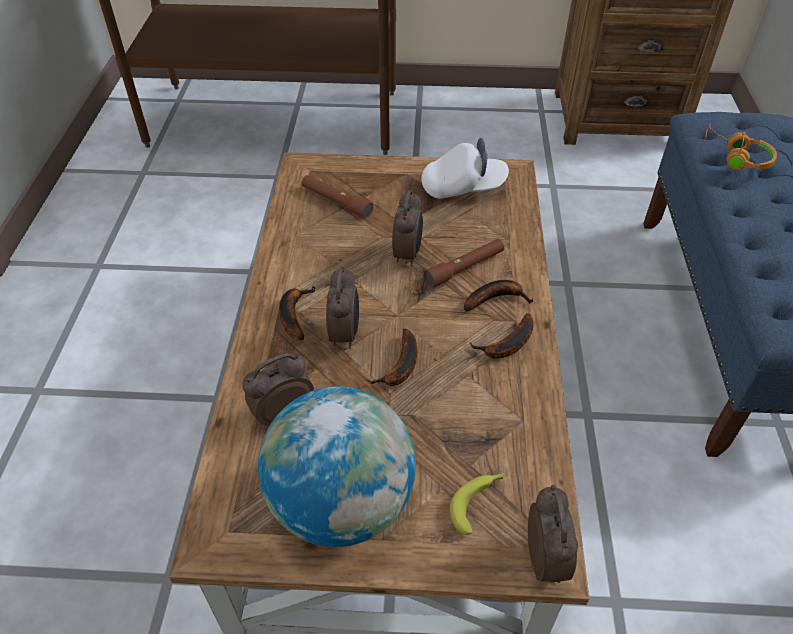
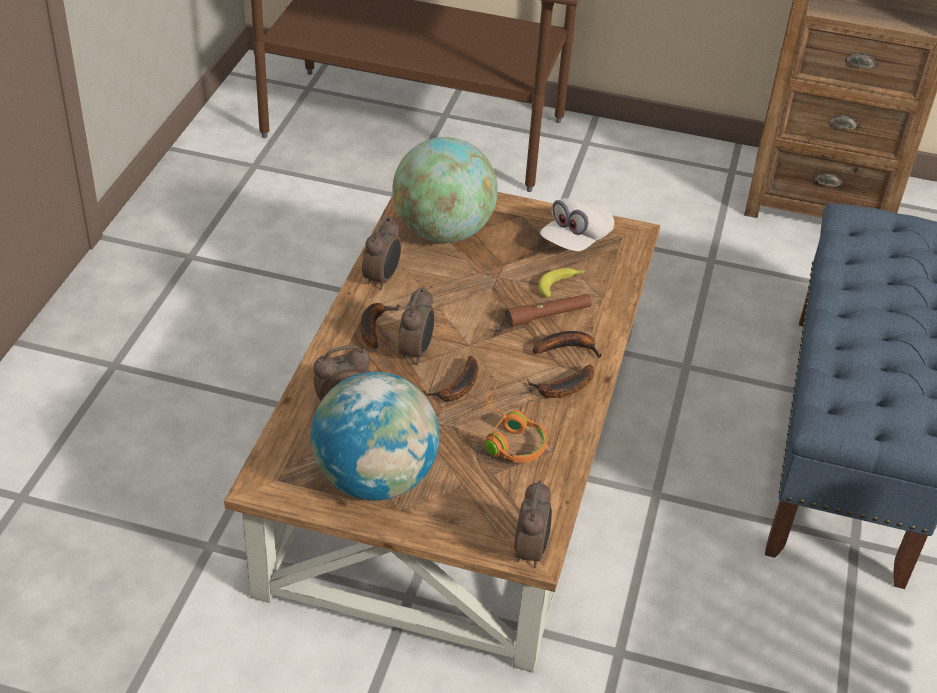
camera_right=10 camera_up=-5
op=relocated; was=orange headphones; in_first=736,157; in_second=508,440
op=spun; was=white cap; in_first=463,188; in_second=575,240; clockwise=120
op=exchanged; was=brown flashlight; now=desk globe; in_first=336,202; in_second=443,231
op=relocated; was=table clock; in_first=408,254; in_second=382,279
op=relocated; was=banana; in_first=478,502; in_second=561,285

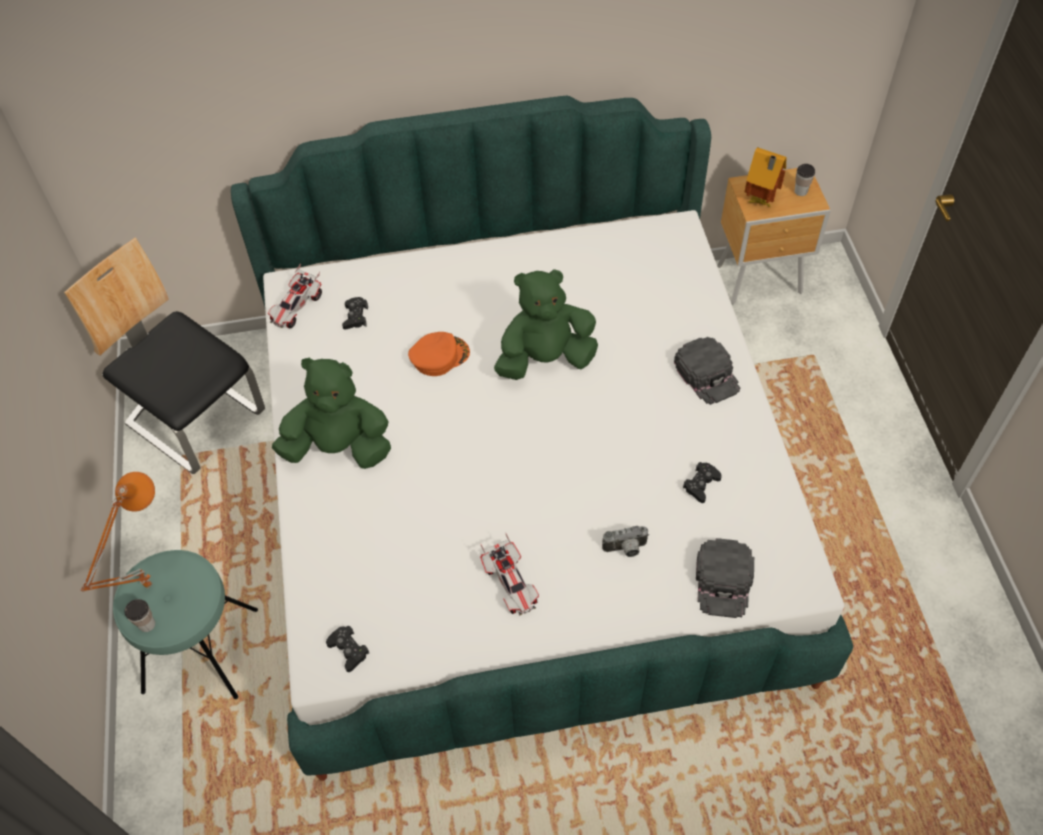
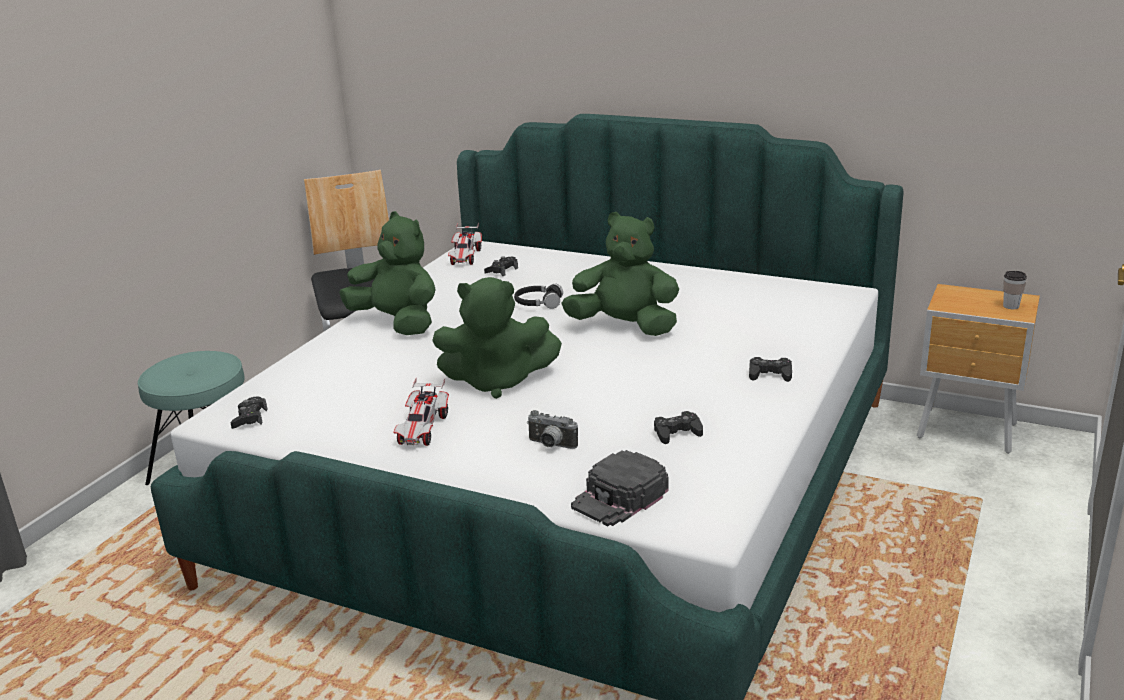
camera_right=35 camera_up=-30
op=missing; was=model house; in_first=760,201
op=spun; was=miniature car; in_first=297,308; in_second=465,257; clockwise=-60
op=exchanged; was=orange cap; now=black headphones; in_first=439,356; in_second=538,303
op=exchanged; was=black cap; now=black gamepad; in_first=707,374; in_second=770,374
op=missing; was=orange tabletop lamp; in_first=148,584
op=missing; was=small cup; in_first=147,624
op=appeared; now=green-coloured soft toy; in_second=497,381

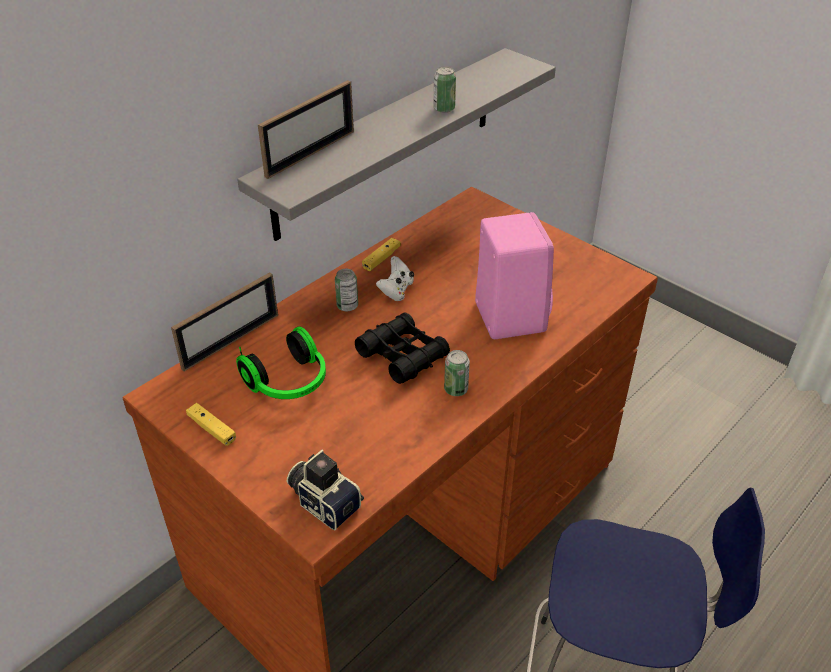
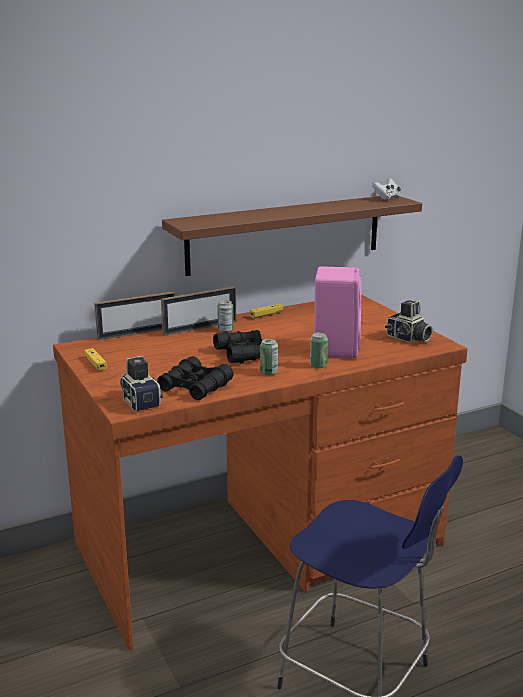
camera_right=20 camera_up=-20
op=colour; was=grey bracket shelf; now=brown bracket shelf; in_first=387,142; in_second=285,234
op=relocated; was=can; in_first=444,109; in_second=318,365
op=relocated; was=standing frame; in_first=310,153; in_second=200,328
op=relocated; was=white gamepad; in_first=396,290; in_second=386,198
op=missing; was=headphones; in_first=289,383
op=appeared; now=still camera; in_second=408,338
op=appeared; now=black binoculars; in_second=195,387

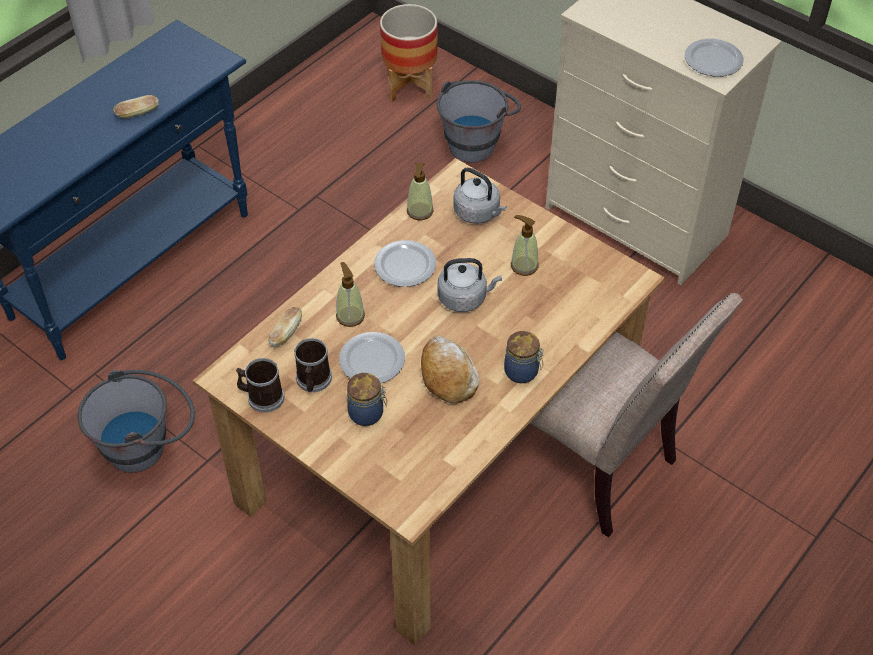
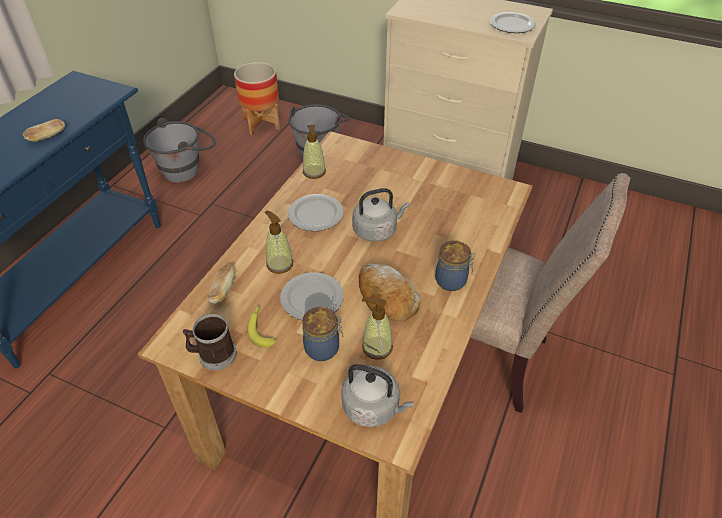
camera_right=-15 camera_up=-5
op=relocated; was=grey water kettle; in_first=478,213; in_second=373,407
op=relocated; was=soap dispenser; in_first=524,265; in_second=377,347
op=exchanged; was=tea mug; now=banana; in_first=313,381; in_second=261,329
op=relocated; was=grey pail; in_first=148,445; in_second=187,169

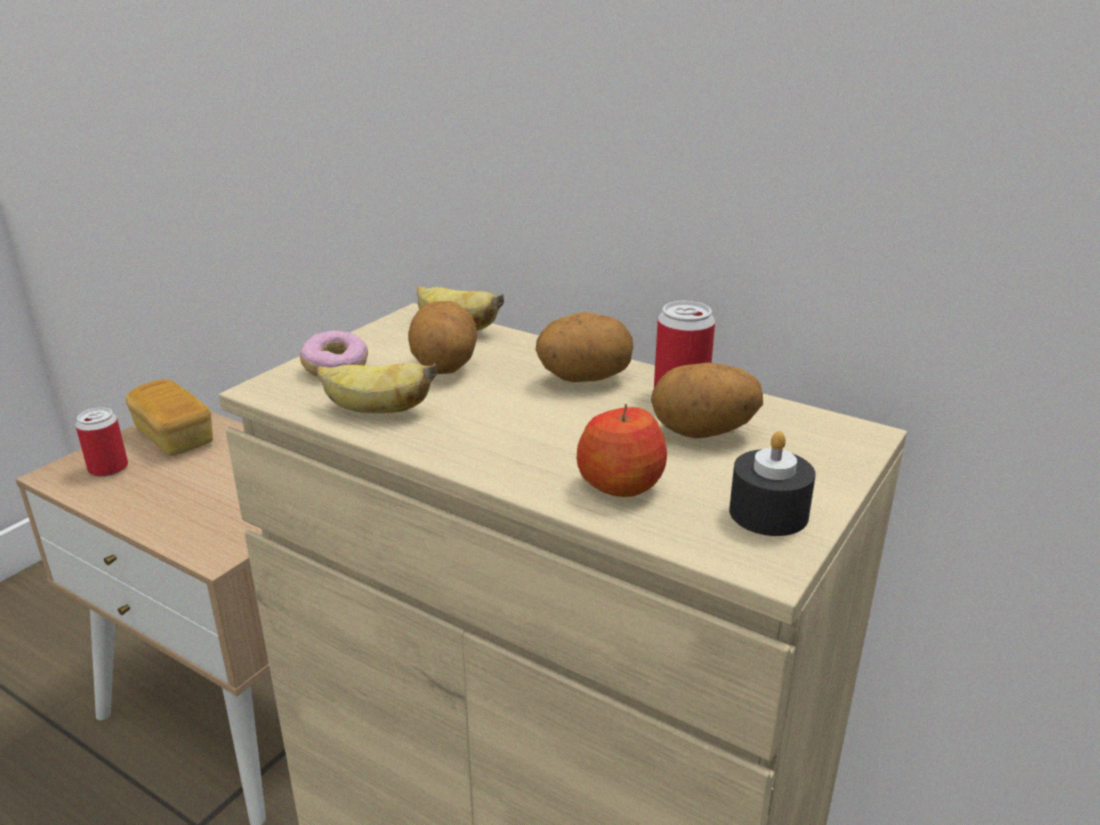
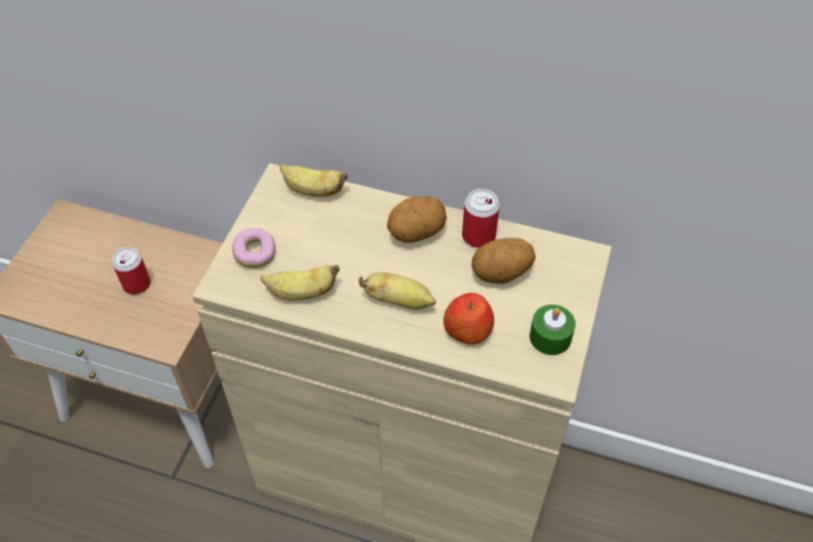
camera_right=-15 camera_up=25
op=missing; was=potato; in_first=444,366
op=missing; was=bread; in_first=174,437
op=relocated; was=can; in_first=108,468; in_second=137,284
op=colour; was=black wax light; now=green-coloured wax light; in_first=768,513; in_second=550,337
op=appeared; now=banana; in_second=399,301

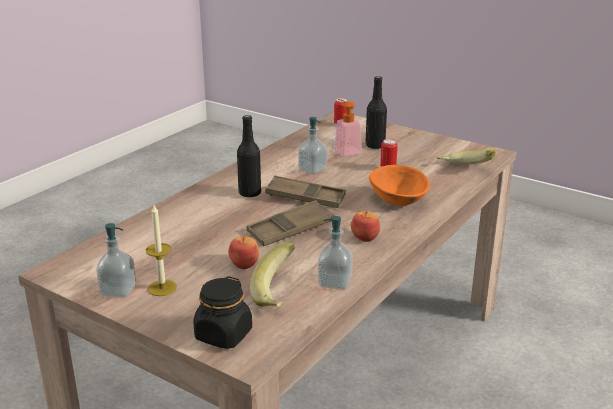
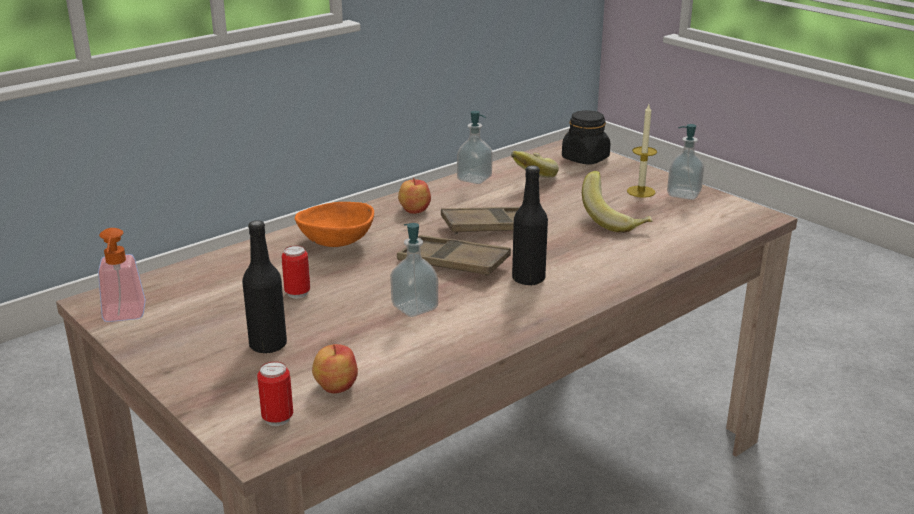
camera_right=-165 camera_up=0
op=relocated; was=soap dispenser; in_first=345,150; in_second=123,317
op=relocated; was=banana; in_first=464,170; in_second=615,221
op=relocated; was=apple; in_first=245,264; in_second=335,386

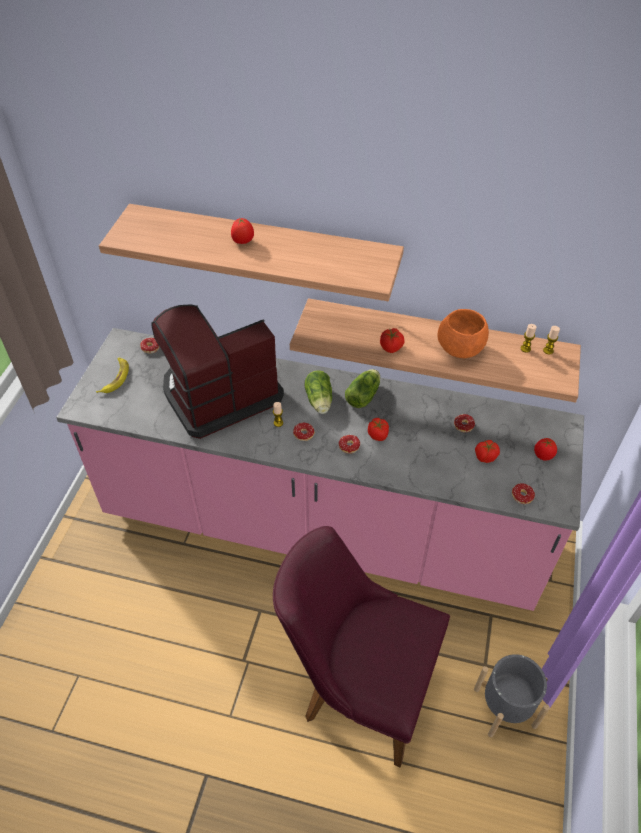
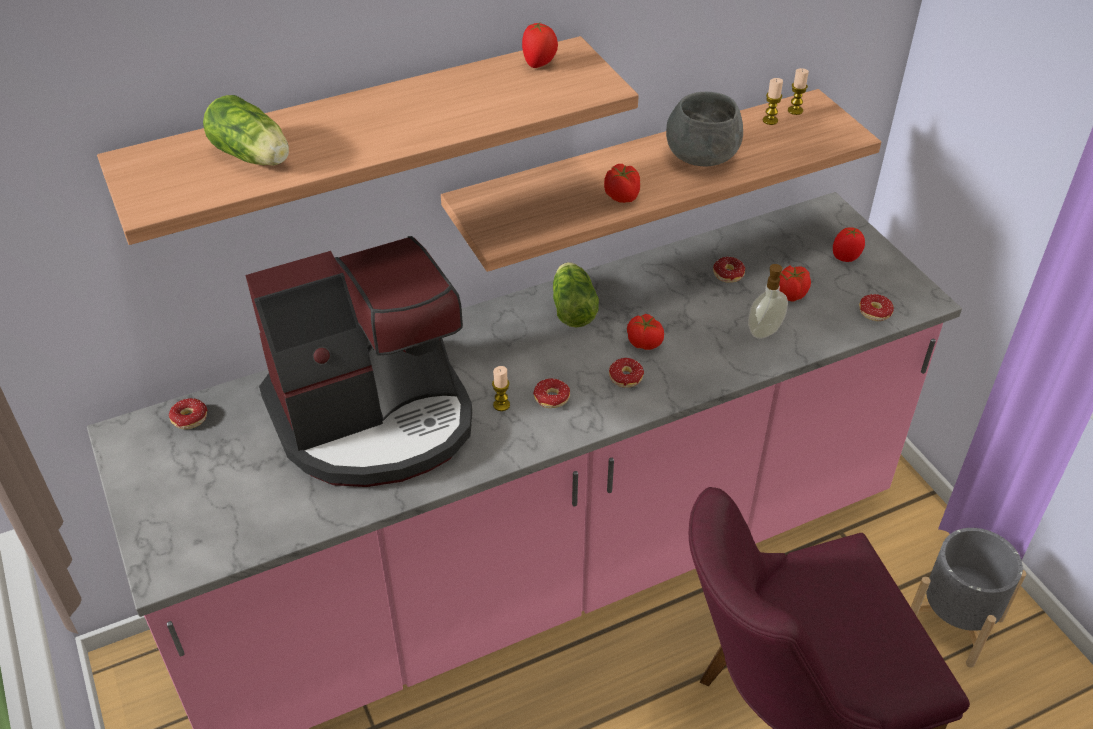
camera_right=-40 camera_up=-5
op=relocated; was=whole tomato; in_first=243,242; in_second=539,64
op=spun; was=coffee brewer; in_first=219,394; in_second=375,418; clockwise=-135
op=colour; was=orange bowl; now=grey bowl; in_first=460,349; in_second=702,157
op=missing; was=banana; in_first=115,378
op=relocated; was=lettuce head; in_first=319,401; in_second=254,157
op=appeared; now=soap dispenser; in_second=765,332

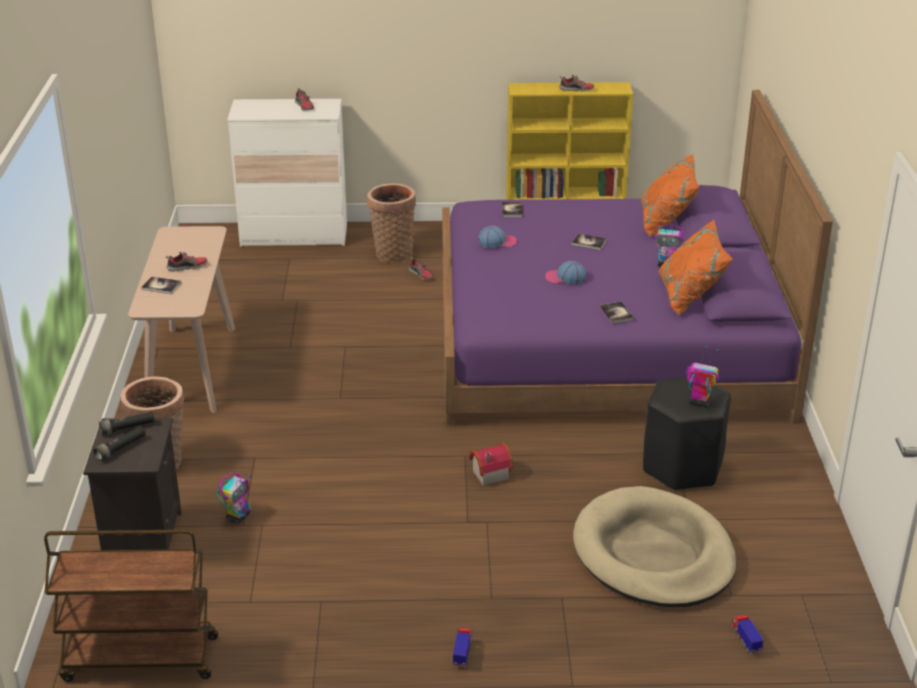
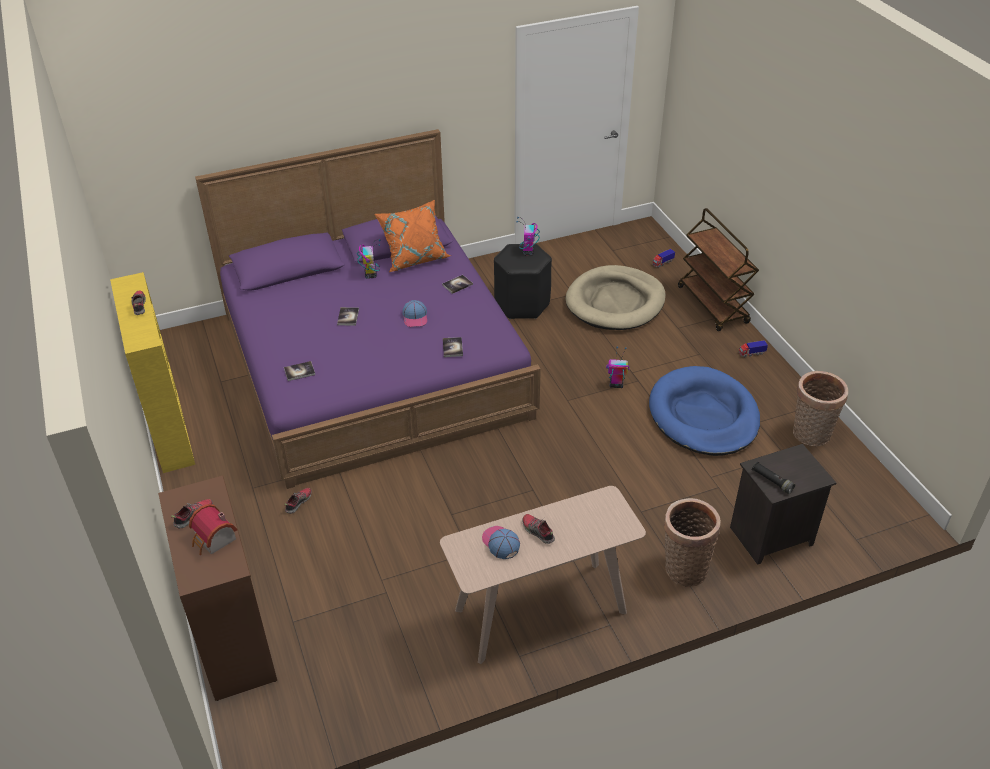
camera_right=-110 camera_up=10
op=colour; was=white chest of drawers; now=brown chest of drawers; in_first=294,235; in_second=234,639
op=missing; was=orange cushion; in_first=666,222
op=relocated; was=basket; in_first=392,253; in_second=810,435
op=relocated; was=cap; in_first=497,242; in_second=500,543
op=relocated; was=book; in_first=161,286; in_second=452,348
op=missing; was=black flashlight; in_first=121,449
op=relocated; was=model house; in_first=488,473; in_second=214,540
op=relocated; was=robot figure; in_first=238,517; in_second=615,385
op=relocated; was=brown cart; in_first=139,659; in_second=713,305
op=appeared; now=bluish dog cushion; in_second=703,415

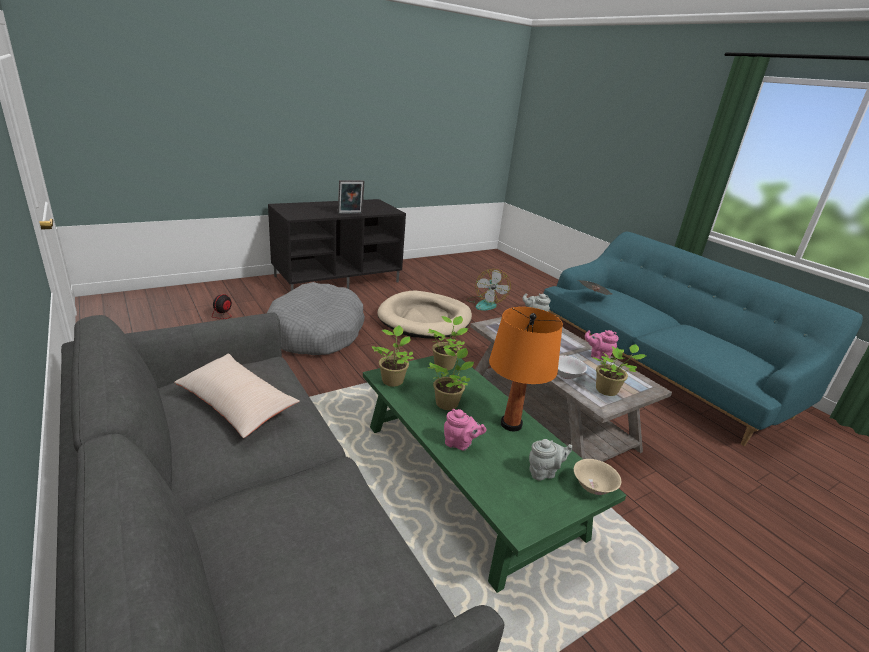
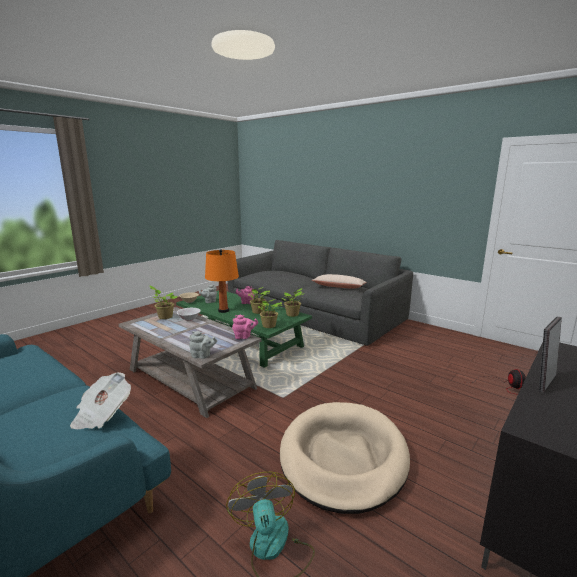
camera_right=165 camera_up=-10
op=missing; was=grey dog cushion; in_first=317,332
op=relocated; was=pinkish pot for tea; in_first=598,356; in_second=244,337

